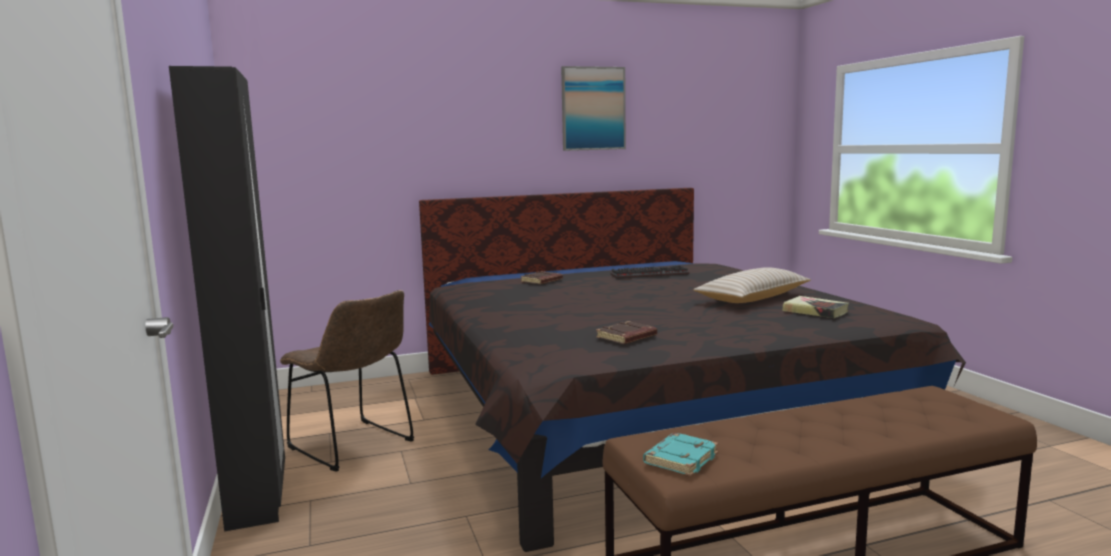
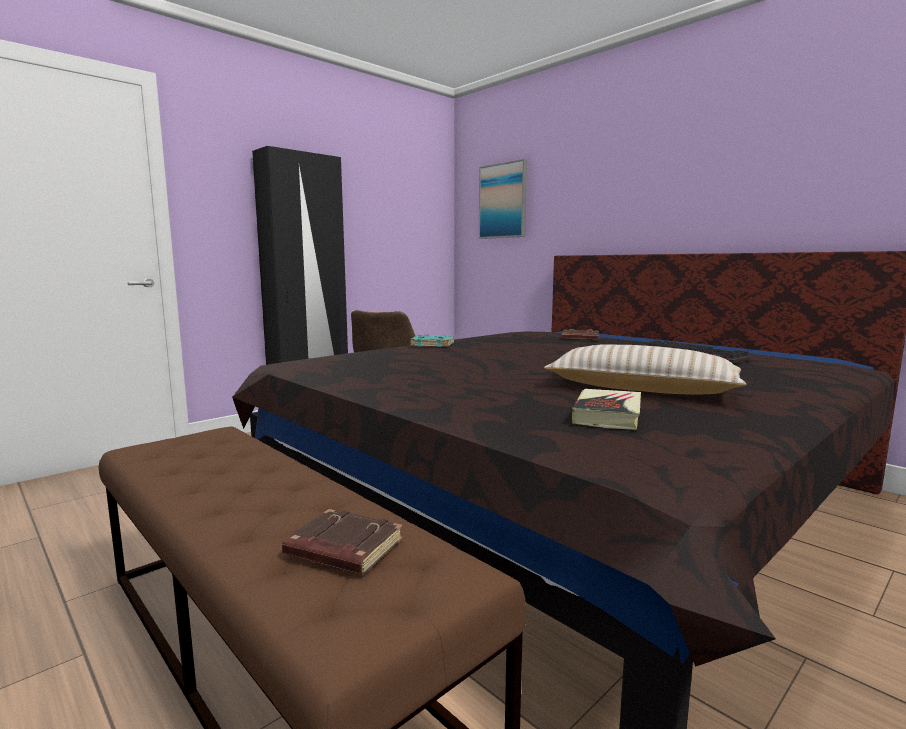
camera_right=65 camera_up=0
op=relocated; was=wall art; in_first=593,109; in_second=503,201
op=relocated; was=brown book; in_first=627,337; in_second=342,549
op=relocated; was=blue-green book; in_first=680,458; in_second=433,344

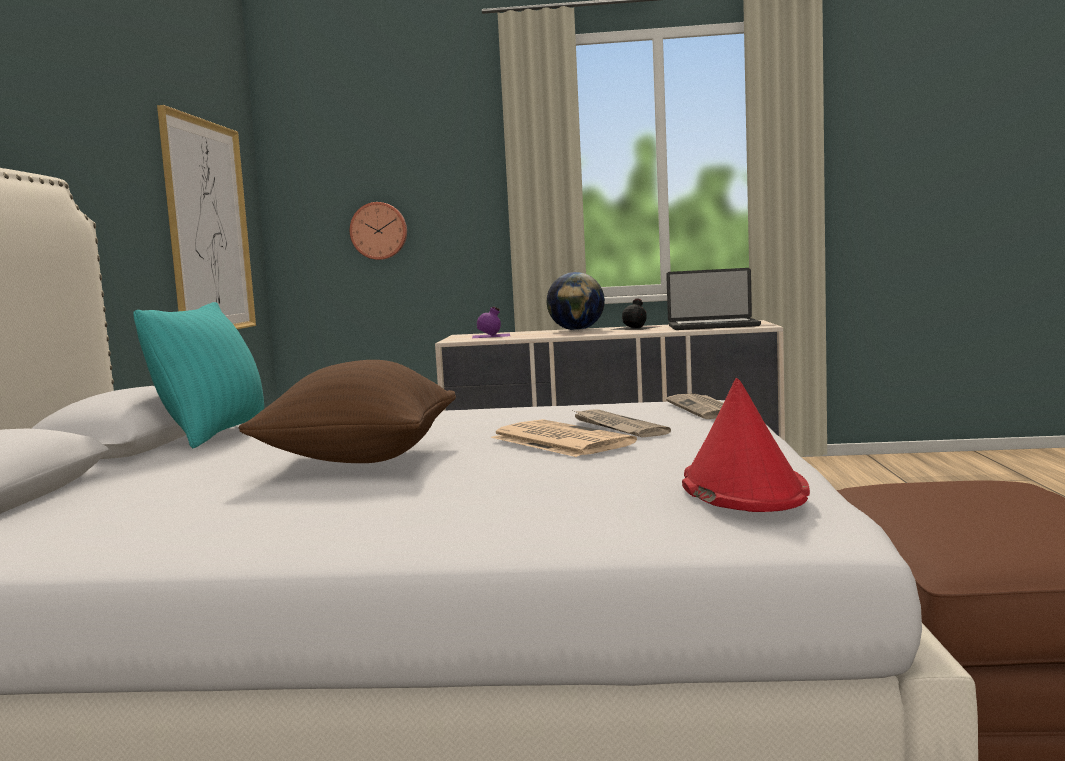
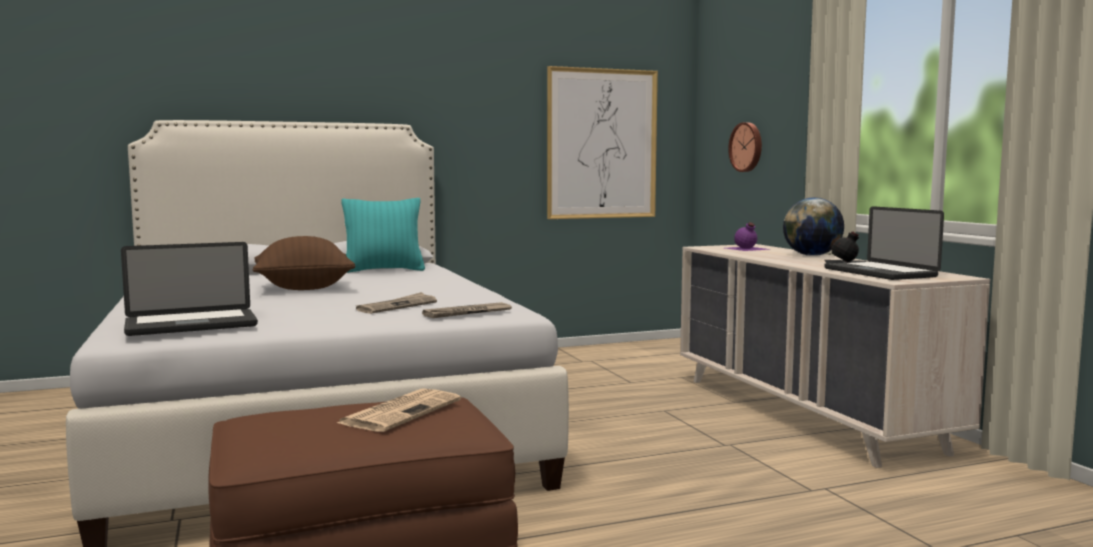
camera_right=65 camera_up=0
op=exchanged; was=reddish wearable hat; now=laptop; in_first=741,488; in_second=191,325
op=relocated; was=printed paper; in_first=558,440; in_second=401,411

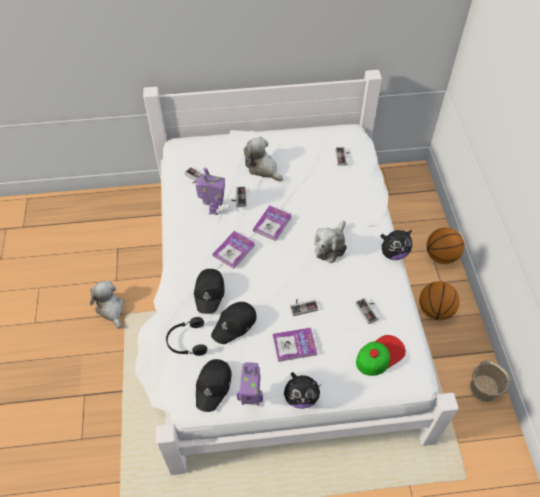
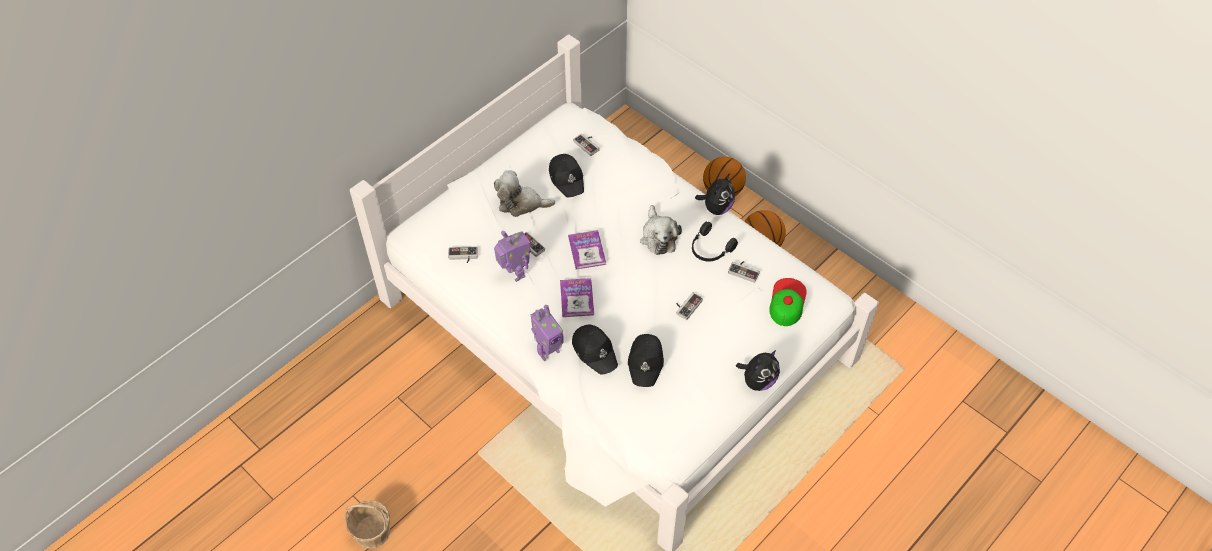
camera_right=-40 camera_up=0
op=missing; was=soft toy; in_first=110,309
op=relocated; was=black headphones; in_first=186,341; in_second=710,249
op=missing; was=book; in_first=294,345
op=relocated; was=black cap; in_first=213,386; in_second=567,178
op=relocated; was=basket; in_first=484,388; in_second=372,531
op=relocated; was=robot figure; in_first=251,398; in_second=548,351

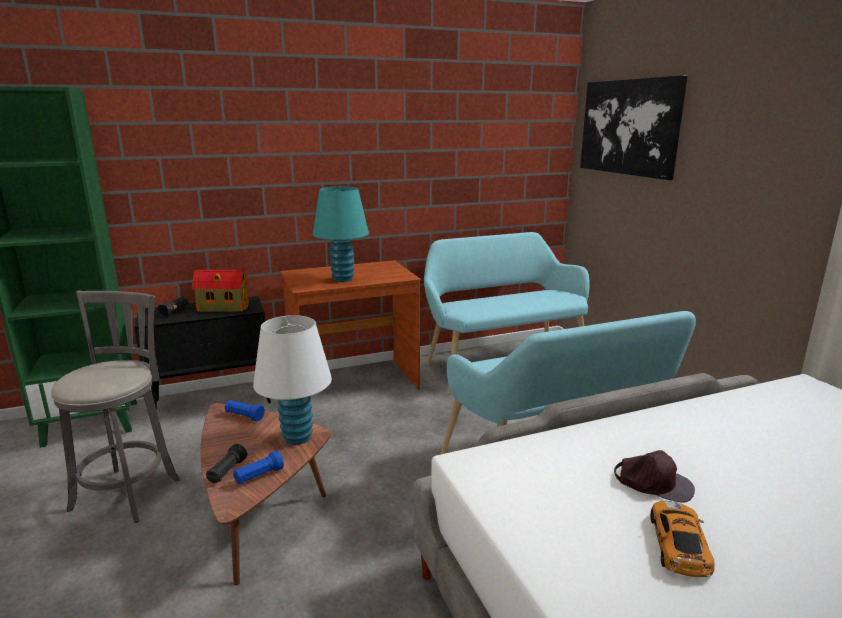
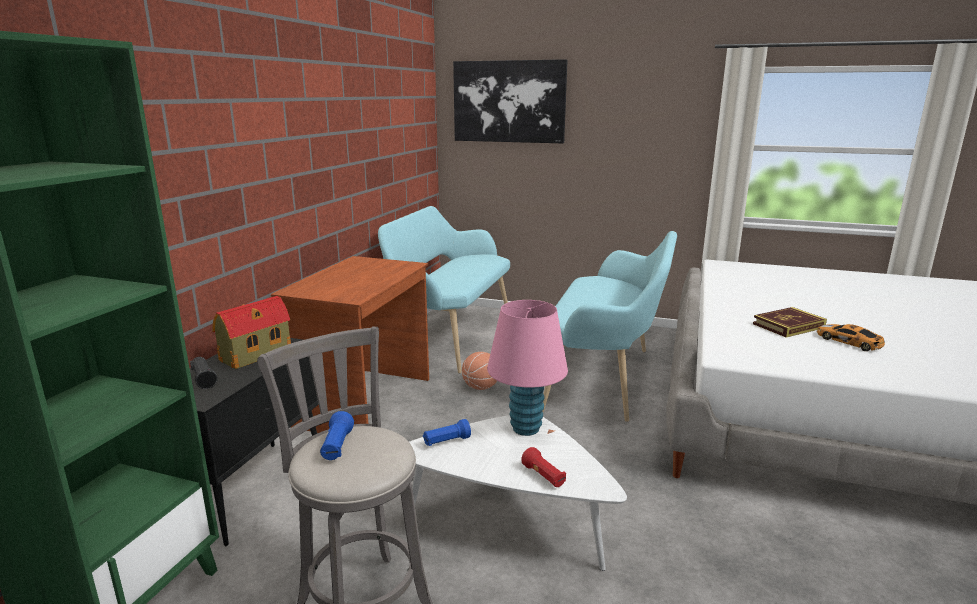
camera_right=-50 camera_up=0
op=missing; was=blue-green tabletop lamp; in_first=343,279
op=colour; was=white tabletop lamp; now=pinkish tabletop lamp; in_first=297,437; in_second=526,428
op=colour; was=brown low table; now=white low table; in_first=261,510; in_second=510,522
op=colour; was=black flashlight; now=reddish flashlight; in_first=227,472; in_second=544,477
op=exchanged; was=brown cap; now=book; in_first=653,482; in_second=788,326
op=relocated; was=bluish flashlight; in_first=259,476; in_second=337,447
op=appeared; now=ball for basketball; in_second=481,387

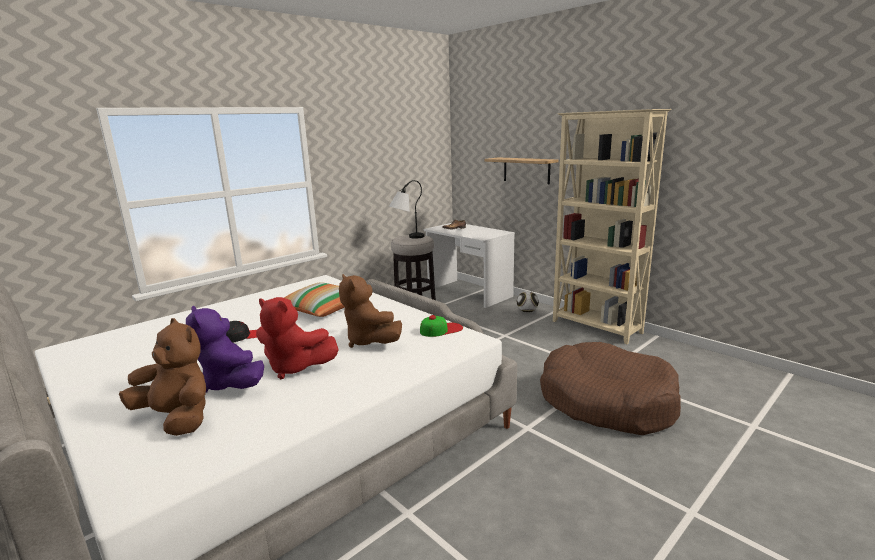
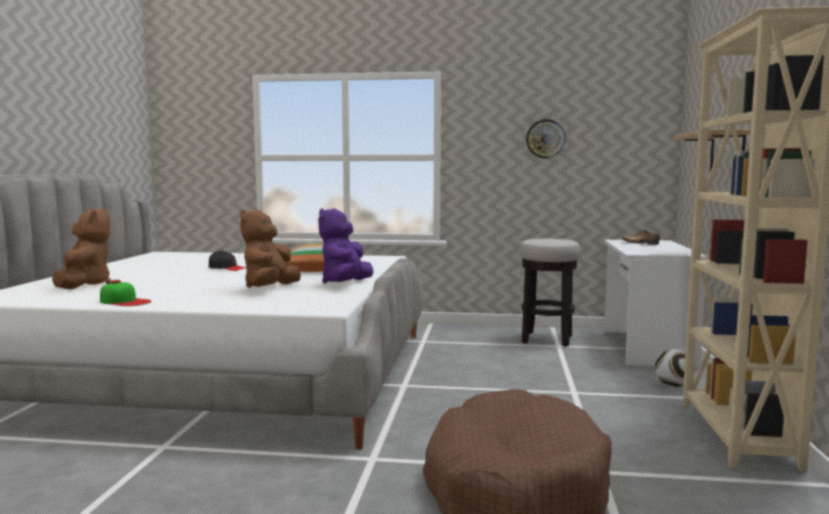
camera_right=50 camera_up=-10
op=missing; was=tabletop lamp; in_first=407,238
op=missing; was=reddish soft toy; in_first=295,367
op=relocated; was=purplish soft toy; in_first=231,383; in_second=346,284
op=relocated; was=cap; in_first=441,329; in_second=125,301
op=appeared; now=clock on the wall; in_second=545,139

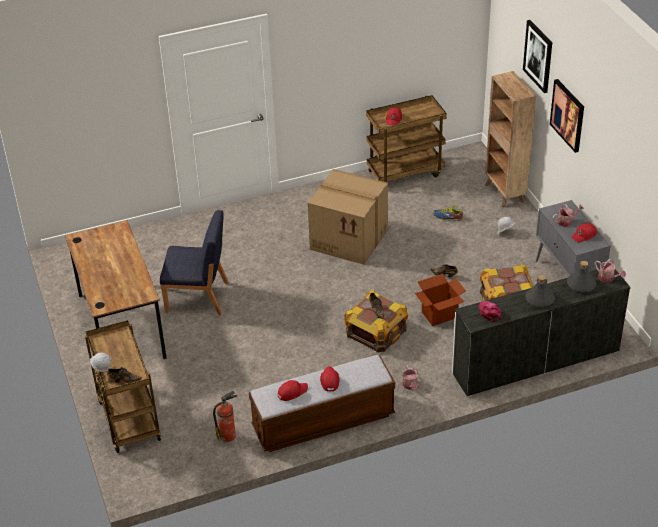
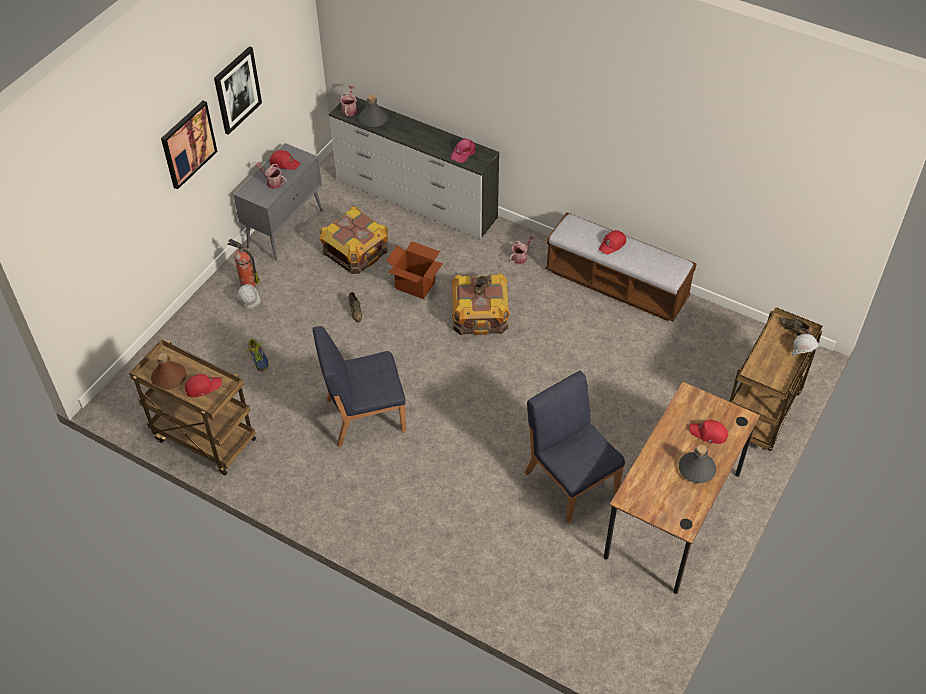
camera_right=-130 camera_up=10
op=relocated; was=wall art; in_first=538,56; in_second=237,90
op=missing; was=brown bookshelf; in_first=504,193
op=exchanged; was=packing box; now=bluish chair; in_first=350,239; in_second=364,415
op=relocated; was=grey bottle; in_first=539,299; in_second=696,470
op=relocated; was=reddish cap; in_first=292,392; in_second=708,434
op=relocated; was=fire extinguisher; in_first=228,435; in_second=247,283
op=appeared; now=brown bottle; in_second=169,378

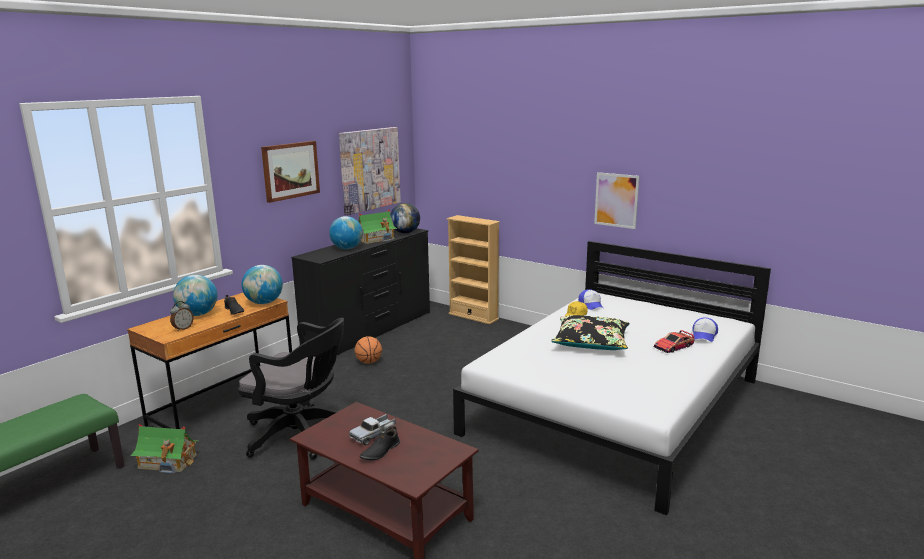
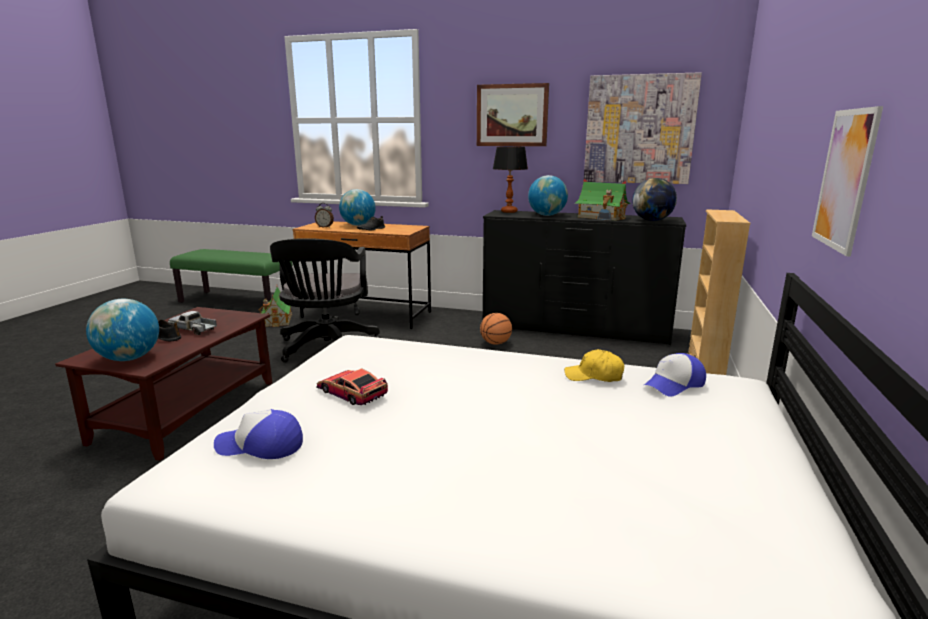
camera_right=70 camera_up=0
op=relocated; was=desk globe; in_first=264,303; in_second=129,358
op=missing; was=black cushion; in_first=591,342
op=relocated; was=cap; in_first=704,335; in_second=260,446
op=relocated; was=miniature car; in_first=673,347; in_second=351,393
op=appeared; now=tabletop lamp; in_second=508,211

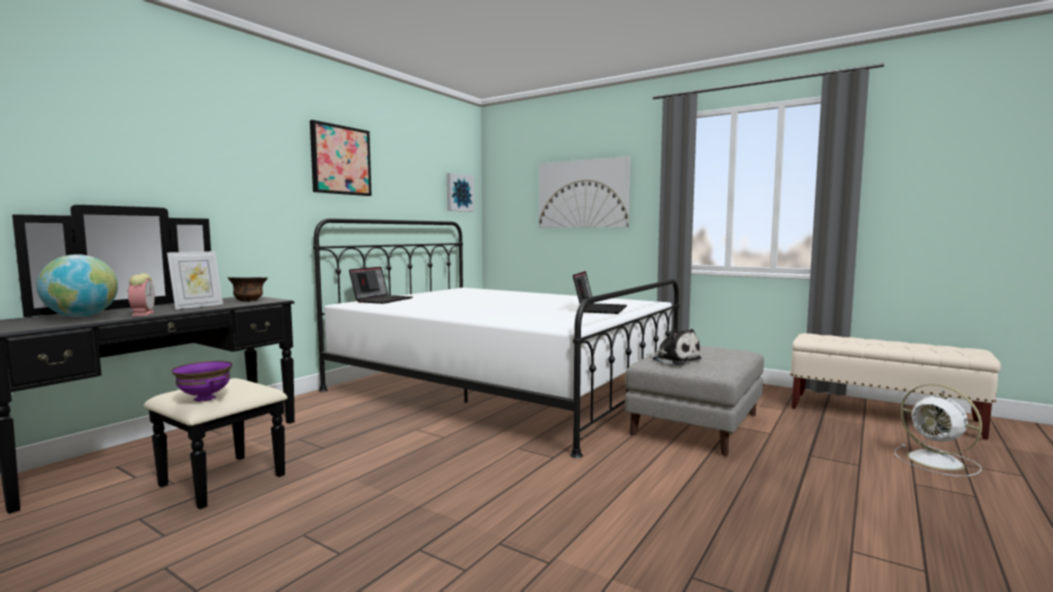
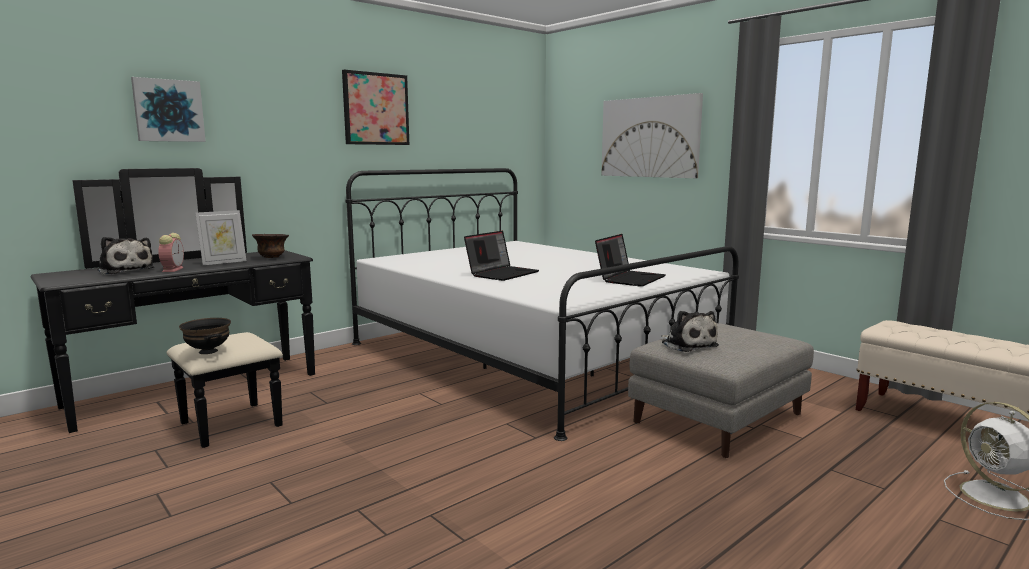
camera_right=15 camera_up=5
op=relocated; was=wall art; in_first=459,193; in_second=168,110
op=exchanged; was=desk globe; now=soft toy; in_first=81,316; in_second=125,270
op=relocated; was=laptop; in_first=382,300; in_second=502,273
op=colour; was=purplish bowl; now=black bowl; in_first=204,398; in_second=207,351

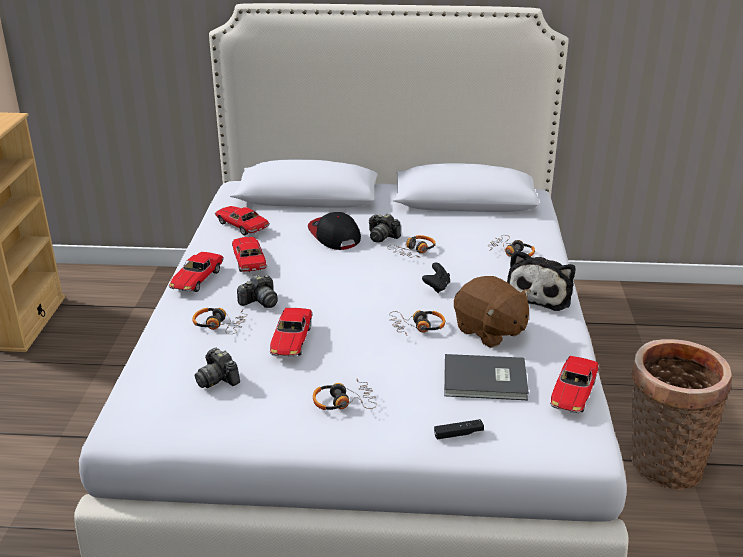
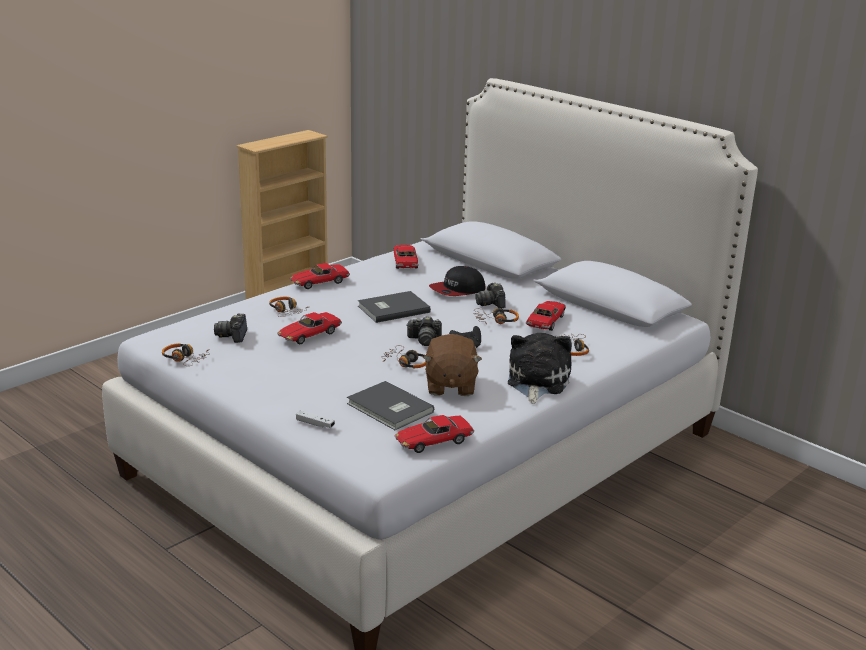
camera_right=40 camera_up=-5
op=spun; was=cap; in_first=334,235; in_second=457,290; clockwise=-135
op=relocated; was=miniature car; in_first=249,260; in_second=546,321
op=spun; was=soft toy; in_first=540,294; in_second=536,382; clockwise=135
op=relocated; was=still camera; in_first=260,302; in_second=424,340
op=missing; was=basket; in_first=661,465
op=relocated; was=headphones; in_first=344,402; in_second=185,359
op=colour; was=black gamepad; now=white gamepad; in_first=458,434; in_second=315,424
op=appeared; now=grey book; in_second=392,309

